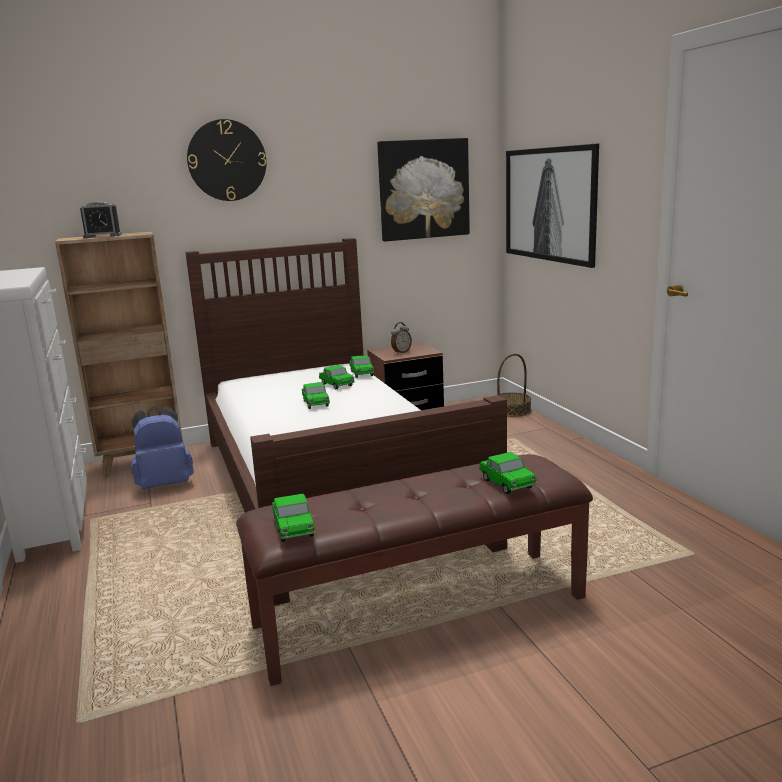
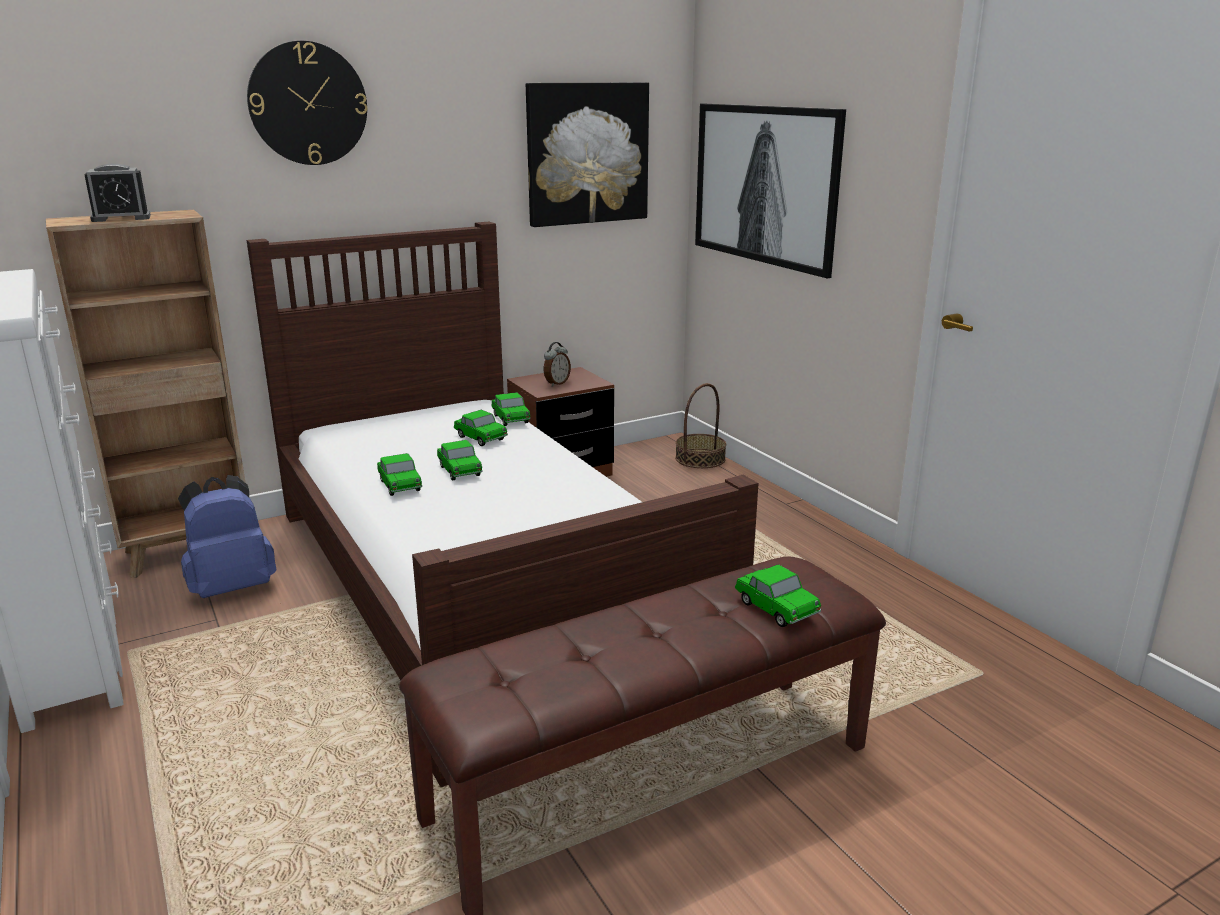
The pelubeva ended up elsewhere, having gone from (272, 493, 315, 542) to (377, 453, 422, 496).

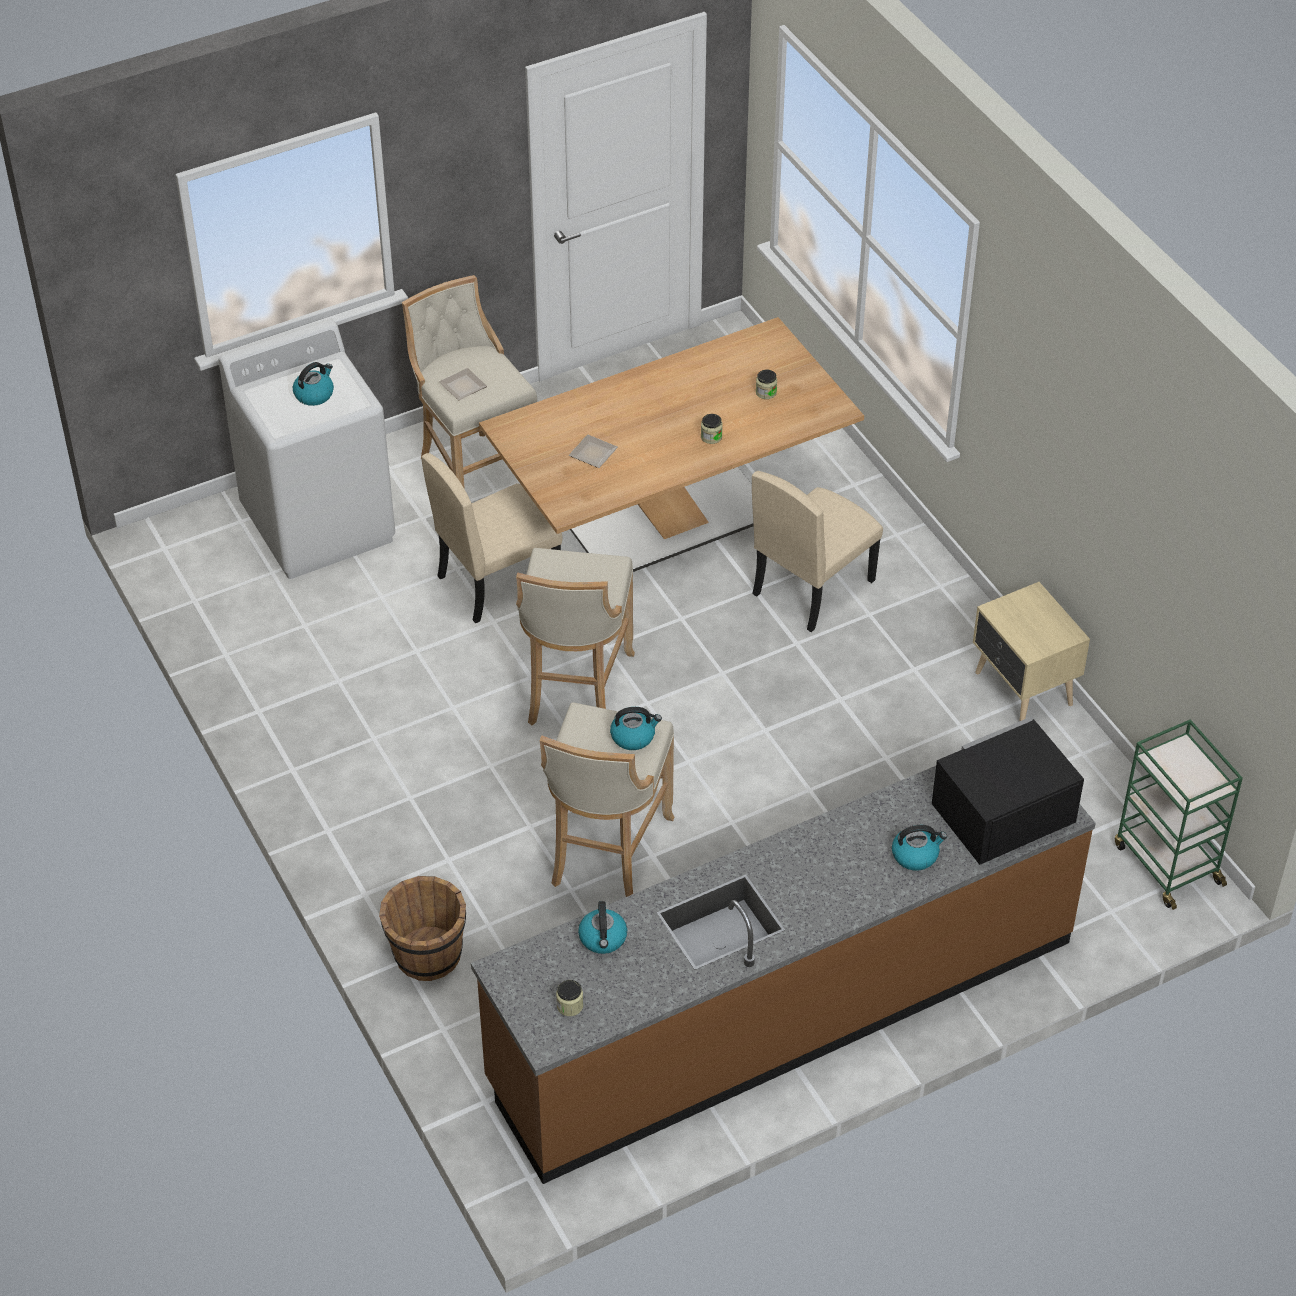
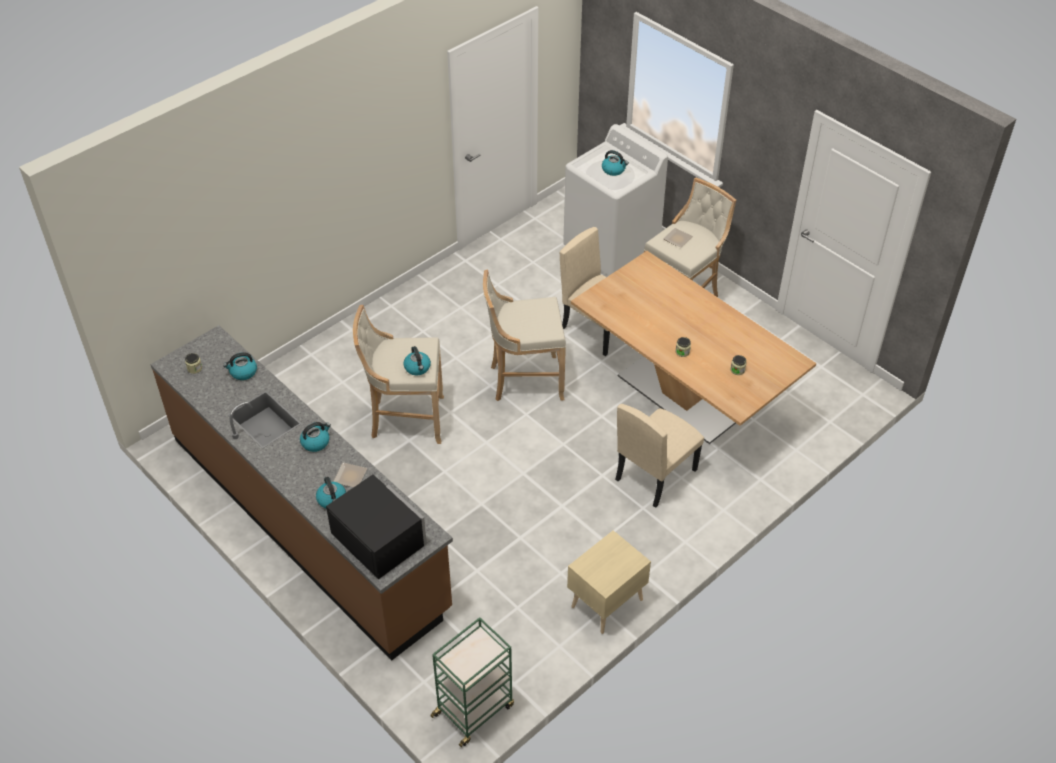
The second view lost the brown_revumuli at (379, 876, 466, 981).
The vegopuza ended up elsewhere, having gone from (569, 435, 618, 468) to (333, 463, 367, 487).
The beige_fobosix at (752, 471, 883, 632) ended up facing another way, 75 degrees counterclockwise from before.
The second view gained the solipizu at (300, 422, 331, 452).

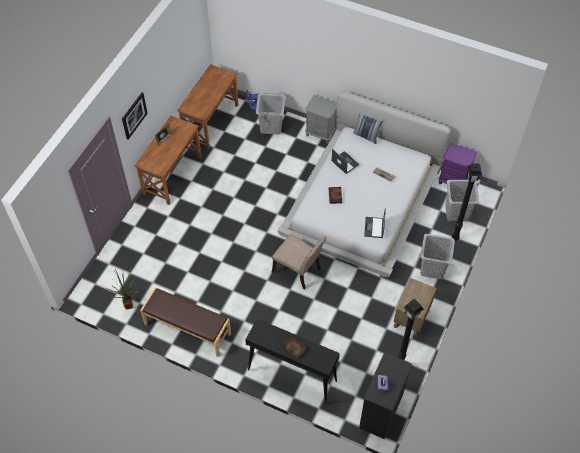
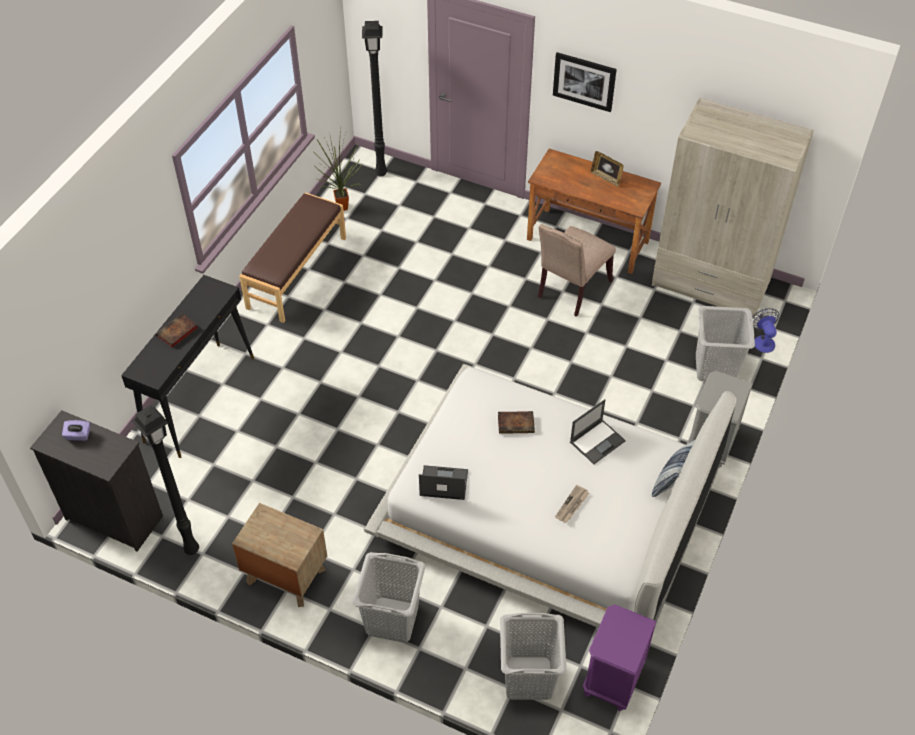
Where the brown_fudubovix stood at (177, 64, 238, 150), the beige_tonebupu came to stand at (652, 98, 814, 319).
The beige_fobosix ended up elsewhere, having gone from (271, 234, 327, 290) to (538, 224, 616, 317).
The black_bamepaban ended up elsewhere, having gone from (452, 163, 482, 241) to (362, 21, 387, 177).

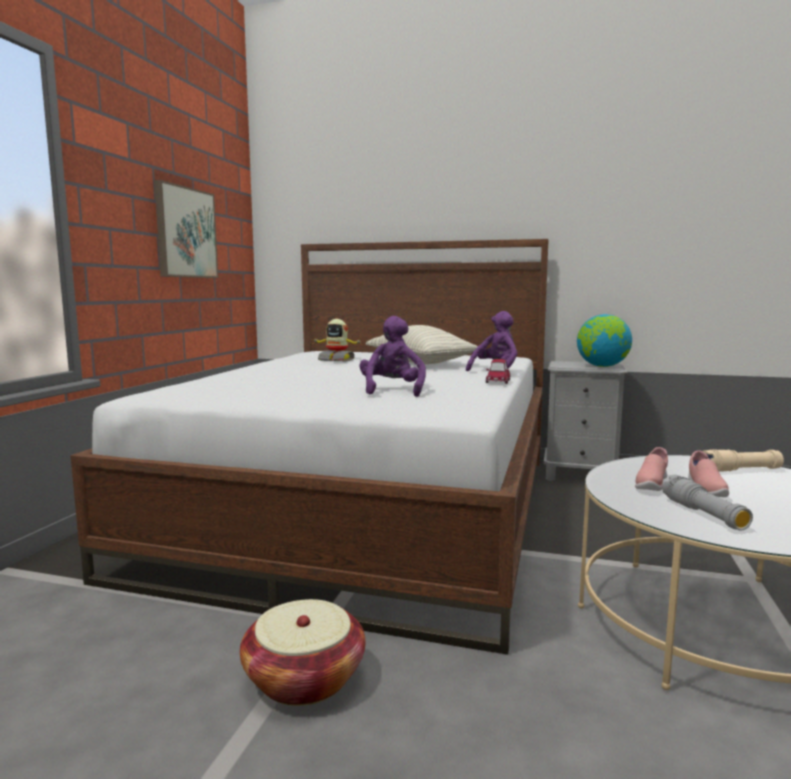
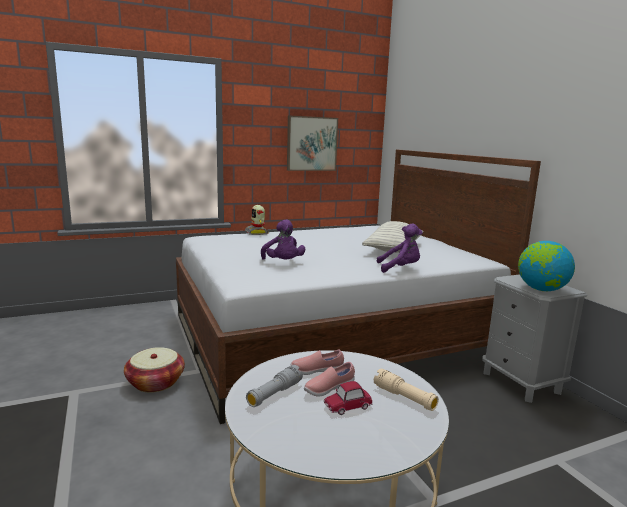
The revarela ended up elsewhere, having gone from (312, 319, 363, 362) to (245, 205, 269, 235).
The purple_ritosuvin at (360, 316, 426, 397) ended up facing another way, 105 degrees clockwise from before.
The pelubeva ended up elsewhere, having gone from (486, 359, 510, 384) to (324, 381, 373, 415).

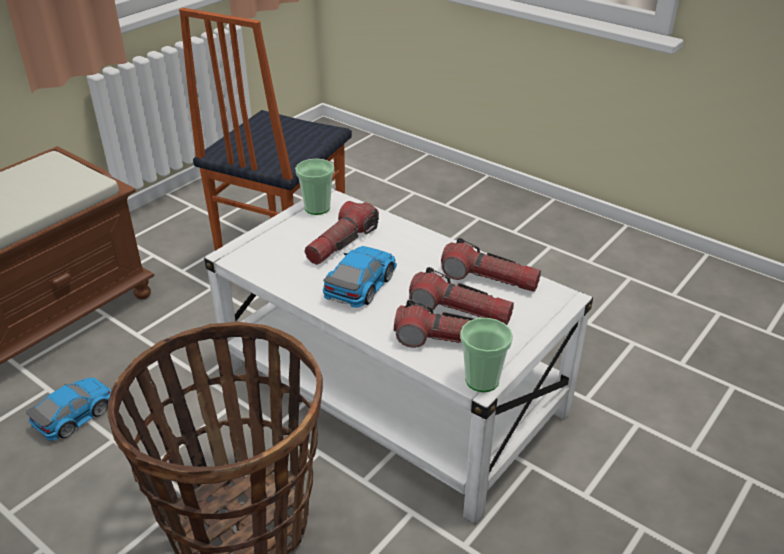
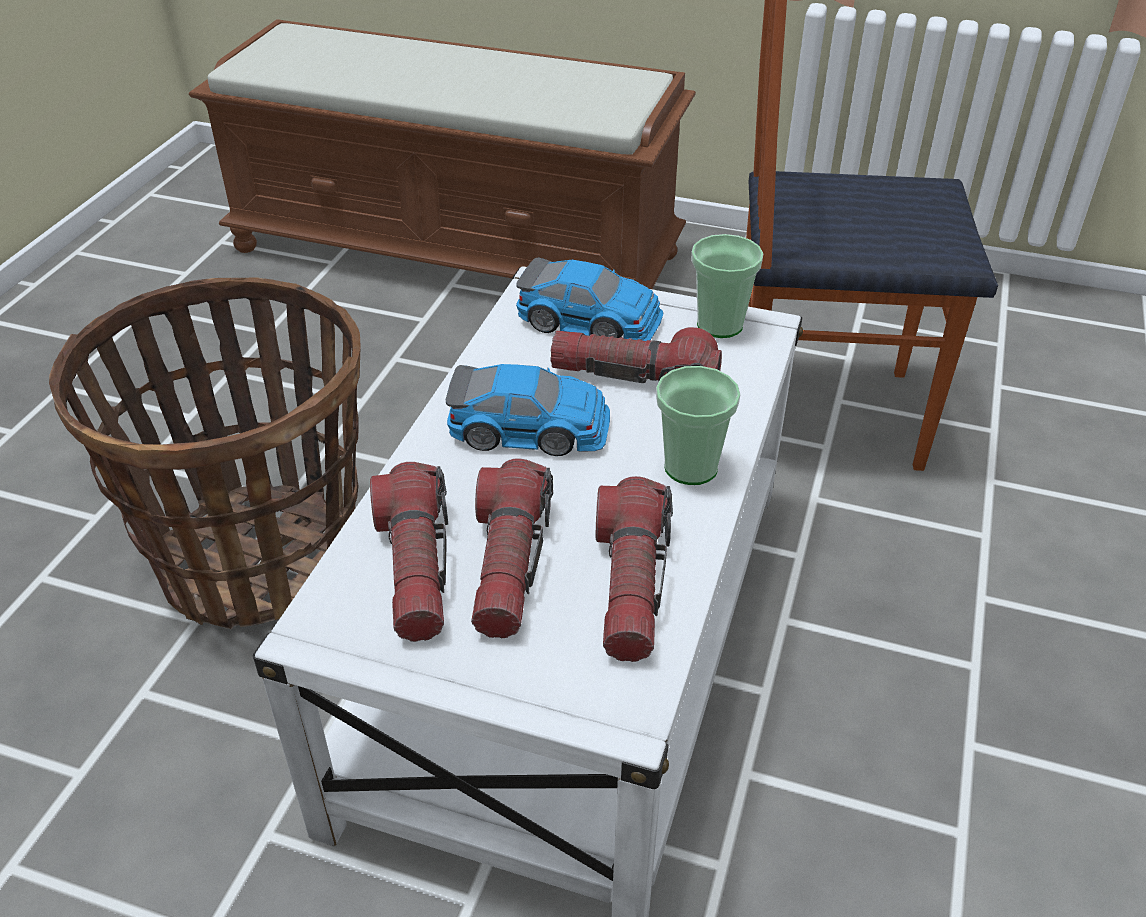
The pelubeva ended up elsewhere, having gone from (26, 377, 111, 441) to (516, 258, 663, 341).
The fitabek ended up elsewhere, having gone from (460, 318, 513, 392) to (656, 366, 740, 485).

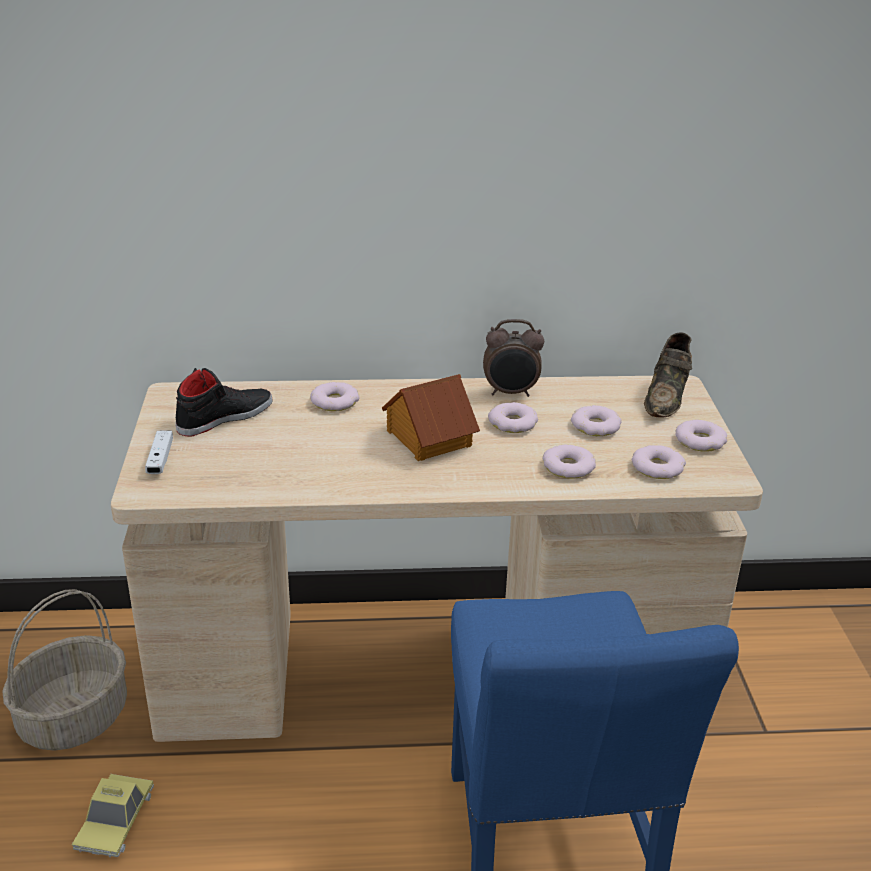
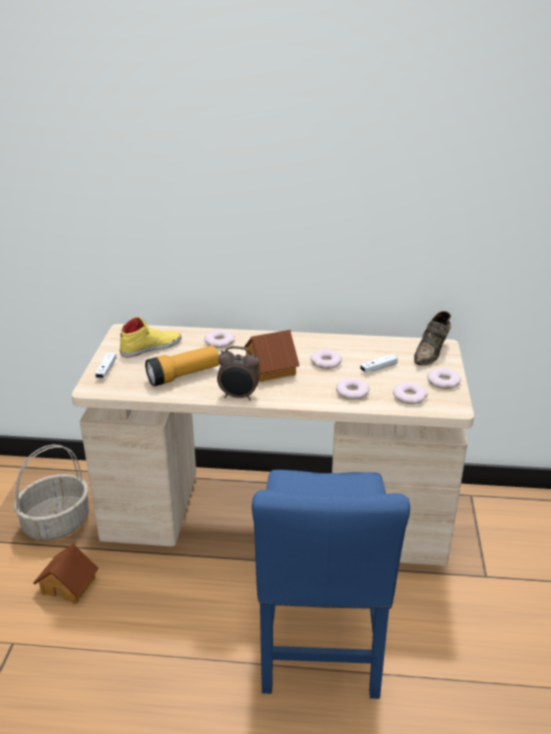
Where the pelubeva stood at (72, 774, 154, 857), the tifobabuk came to stand at (33, 543, 99, 604).
What was the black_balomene at (175, 368, 273, 436) turned into the yellow_balomene at (120, 316, 181, 358).
The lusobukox ended up elsewhere, having gone from (483, 319, 544, 397) to (217, 346, 260, 400).
Where the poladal stood at (571, 405, 622, 436), the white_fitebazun came to stand at (360, 354, 398, 372).
The second view gained the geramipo at (145, 346, 219, 386).

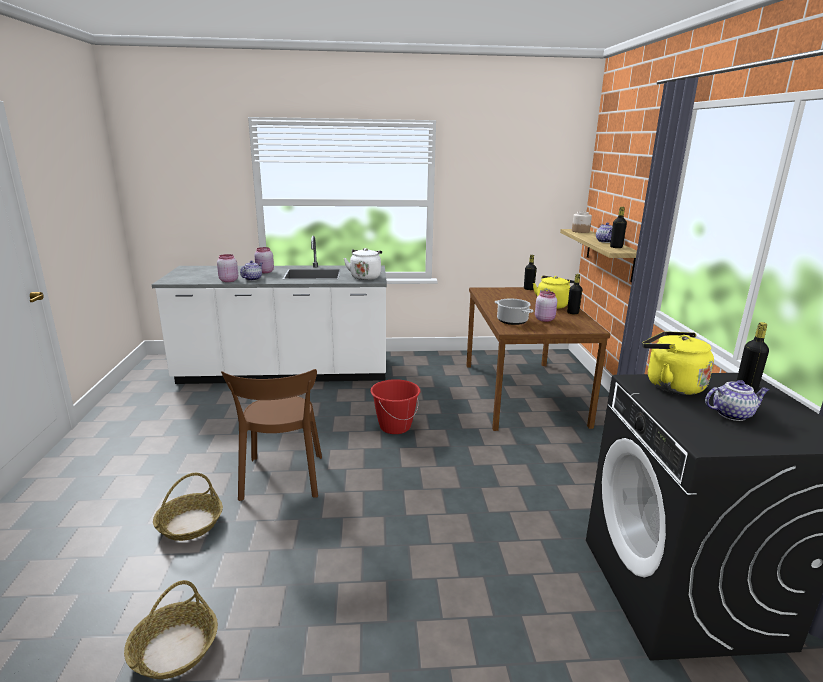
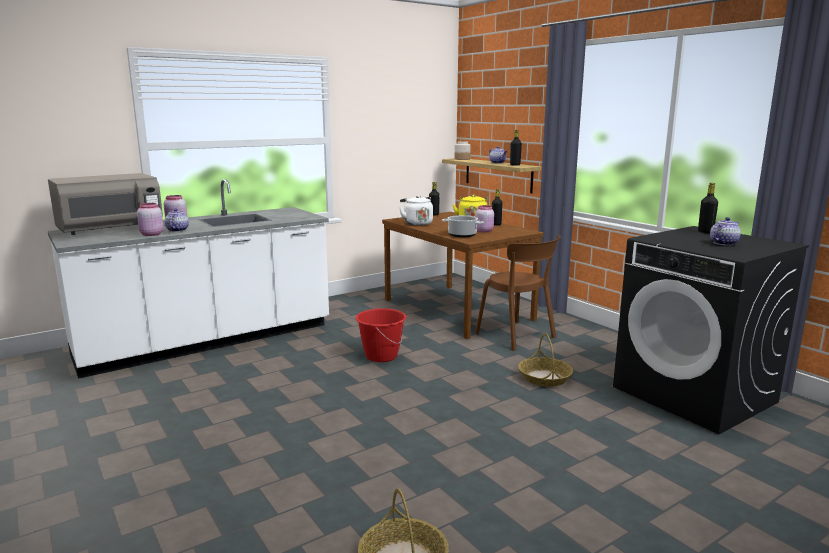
The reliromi ended up elsewhere, having gone from (153, 473, 223, 541) to (518, 333, 573, 387).
The brown_fobosix ended up elsewhere, having gone from (221, 369, 322, 501) to (475, 235, 560, 351).
The white_solipizu ended up elsewhere, having gone from (344, 248, 382, 280) to (399, 196, 433, 226).
The second view lost the yellow_solipizu at (642, 331, 714, 395).
The second view gained the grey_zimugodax at (48, 173, 163, 235).

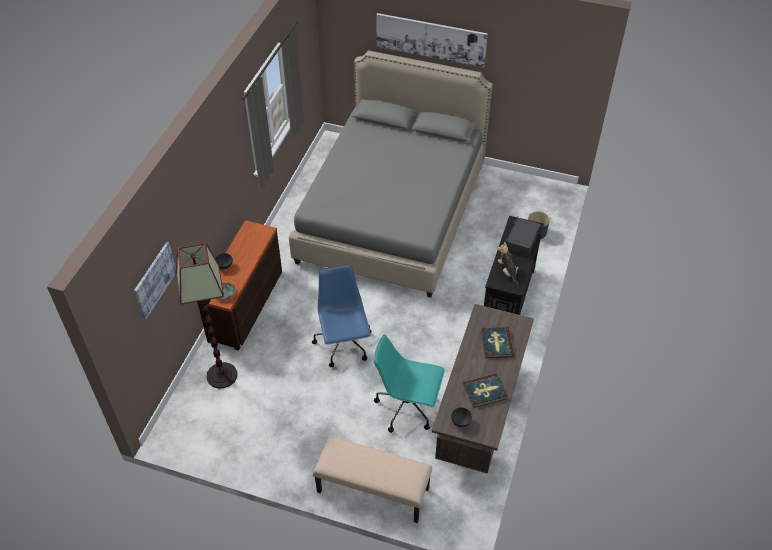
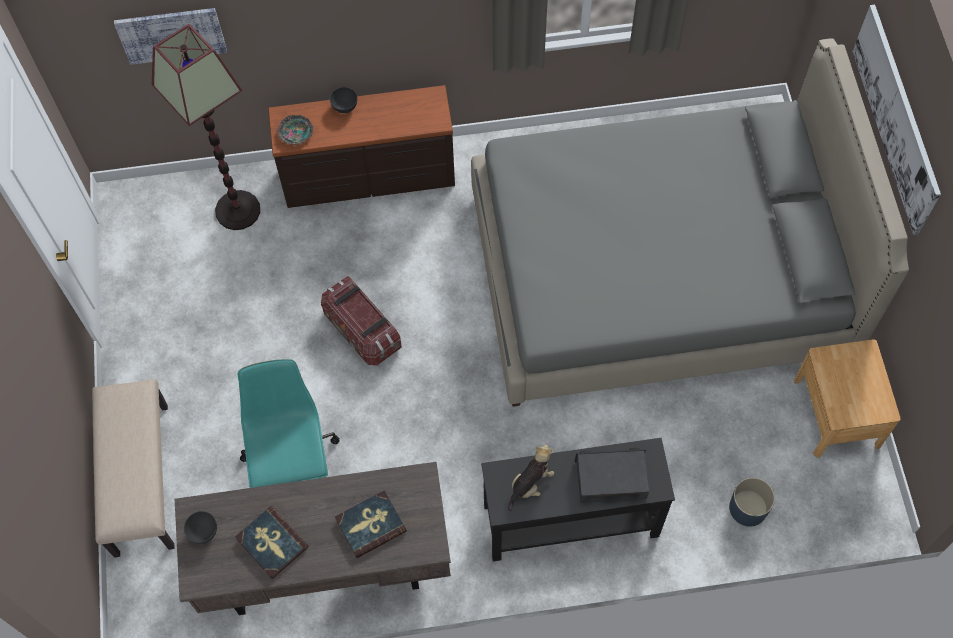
Where the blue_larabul stood at (312, 265, 371, 367), the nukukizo came to stand at (321, 276, 402, 366).
The second view gained the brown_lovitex at (794, 339, 901, 457).

